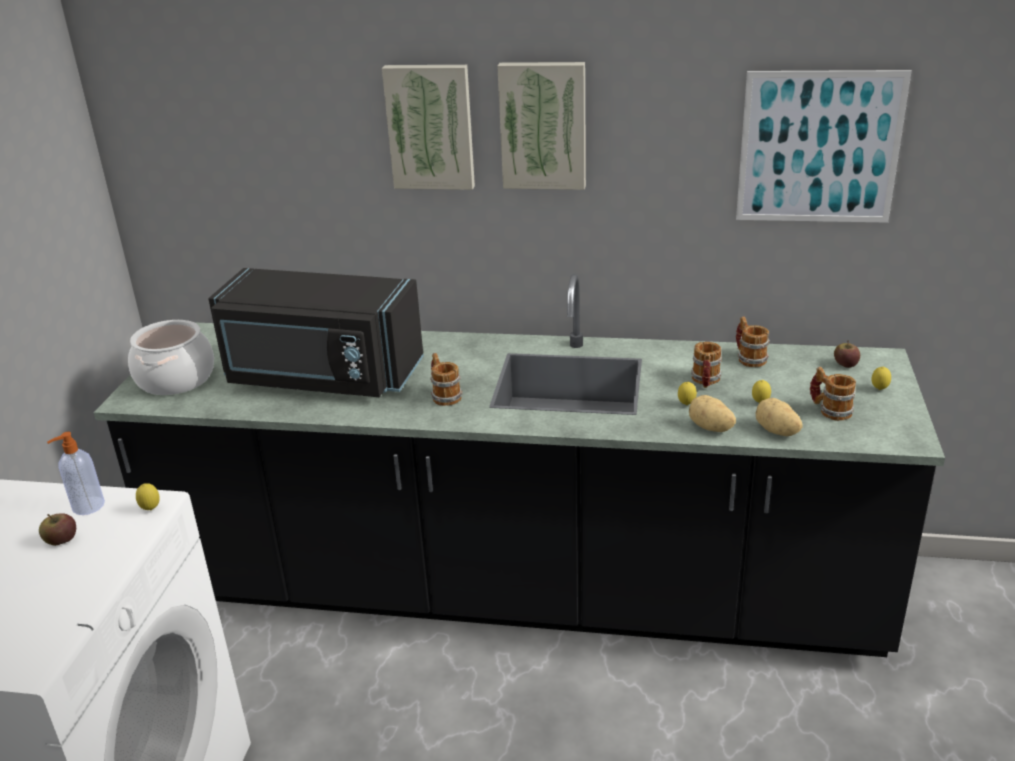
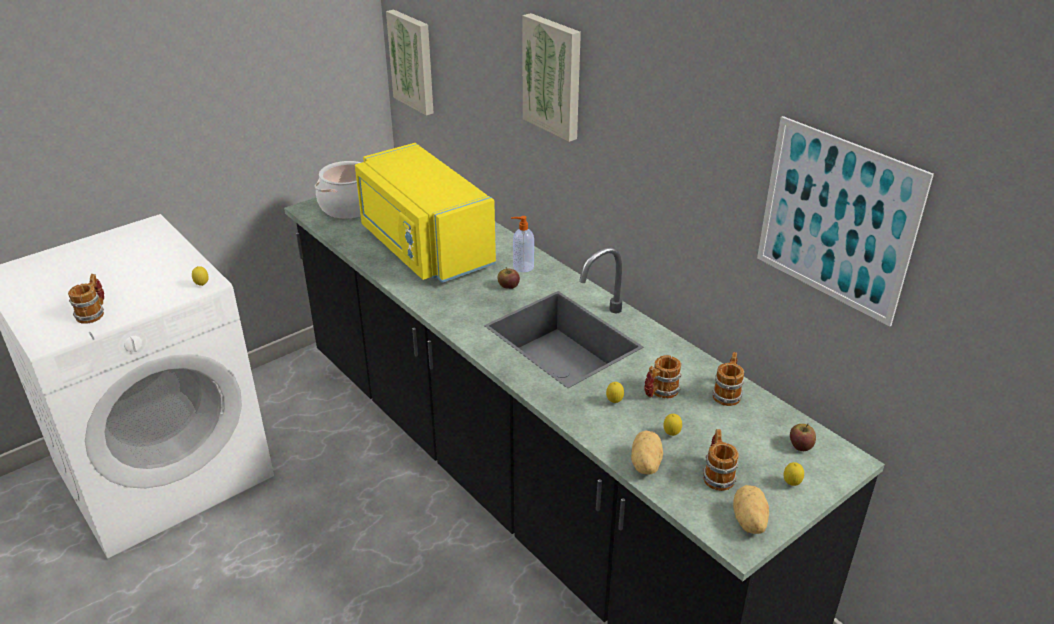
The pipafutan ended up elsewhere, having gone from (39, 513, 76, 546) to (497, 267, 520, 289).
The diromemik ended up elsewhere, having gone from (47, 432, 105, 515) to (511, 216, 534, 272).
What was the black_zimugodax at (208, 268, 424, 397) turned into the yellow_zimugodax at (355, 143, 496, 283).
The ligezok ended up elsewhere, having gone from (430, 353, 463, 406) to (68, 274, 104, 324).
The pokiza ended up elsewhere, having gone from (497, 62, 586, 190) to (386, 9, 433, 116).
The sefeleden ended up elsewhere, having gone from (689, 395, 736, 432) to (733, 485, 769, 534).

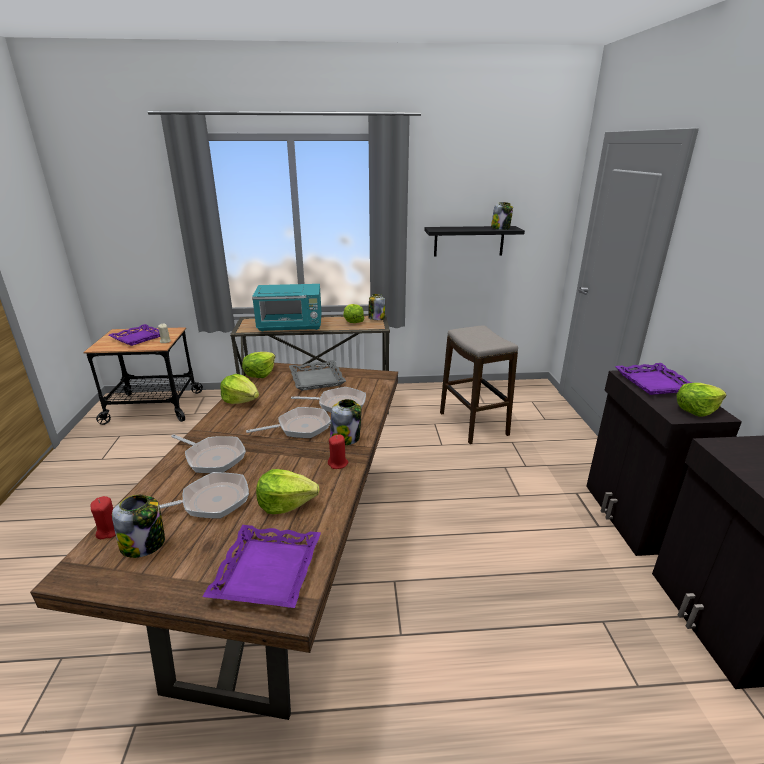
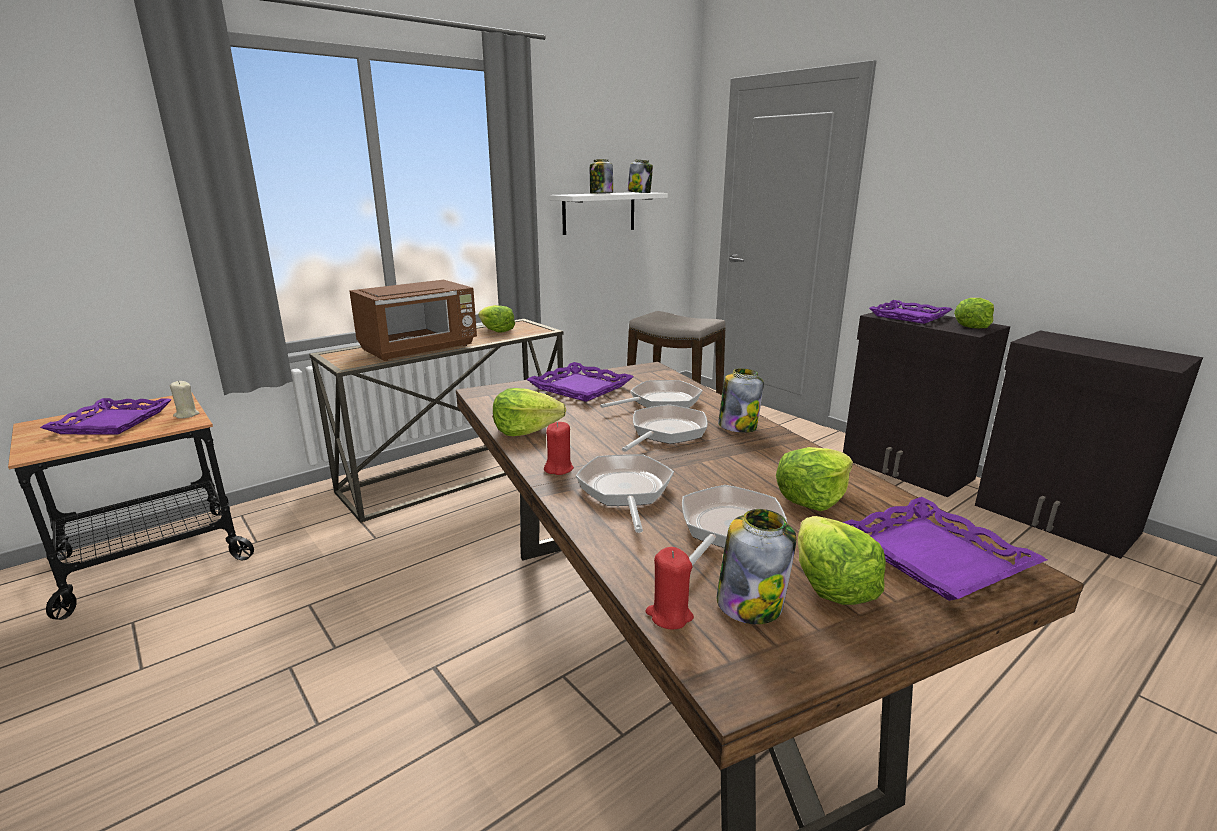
The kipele at (171, 434, 246, 473) ended up facing another way, 90 degrees counterclockwise from before.
The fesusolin ended up elsewhere, having gone from (242, 352, 275, 378) to (798, 516, 886, 605).
What was the turquoise_zimugodax at (252, 284, 322, 332) turned into the brown_zimugodax at (349, 280, 477, 361).
What was the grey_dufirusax at (289, 360, 346, 391) turned into the purple_dufirusax at (526, 362, 634, 402).
The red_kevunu ended up elsewhere, having gone from (328, 434, 348, 469) to (544, 422, 574, 475).
The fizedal ended up elsewhere, having gone from (368, 294, 385, 320) to (590, 159, 613, 194).
What was the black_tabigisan at (424, 226, 525, 256) turned into the white_tabigisan at (550, 192, 668, 235).

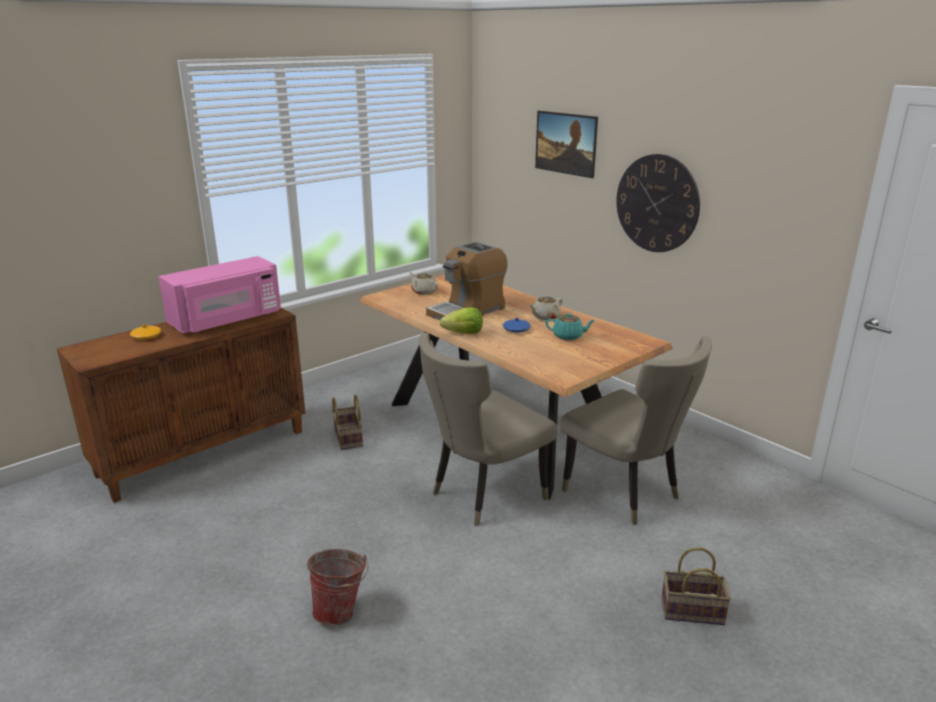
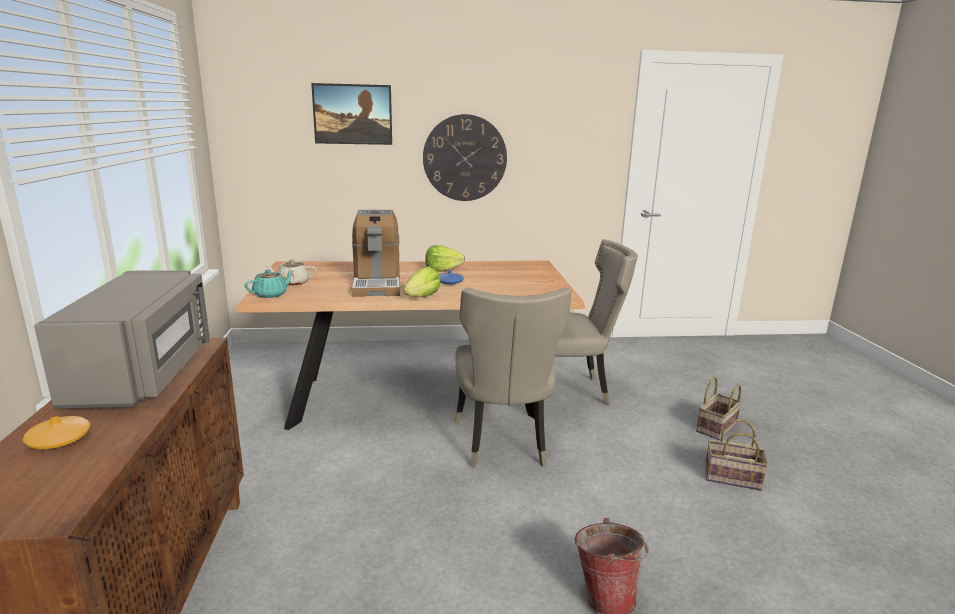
What was the pink_zimugodax at (158, 256, 281, 334) turned into the grey_zimugodax at (34, 270, 210, 409).
The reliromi ended up elsewhere, having gone from (332, 394, 363, 450) to (705, 419, 768, 491).
Where the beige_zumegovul stood at (529, 295, 563, 320), the fesusolin came to stand at (425, 245, 465, 272).
The turquoise_zumegovul ended up elsewhere, having gone from (545, 313, 595, 340) to (245, 269, 294, 298).

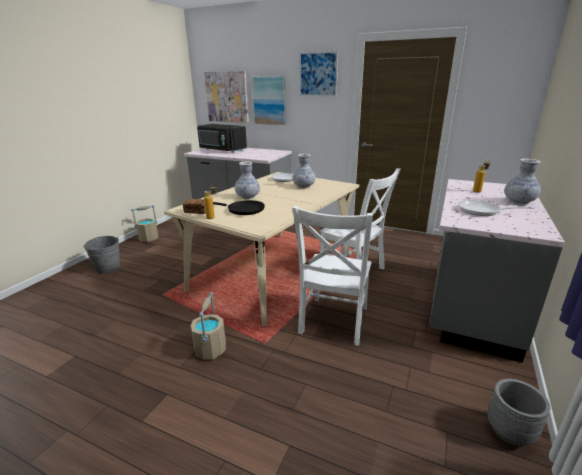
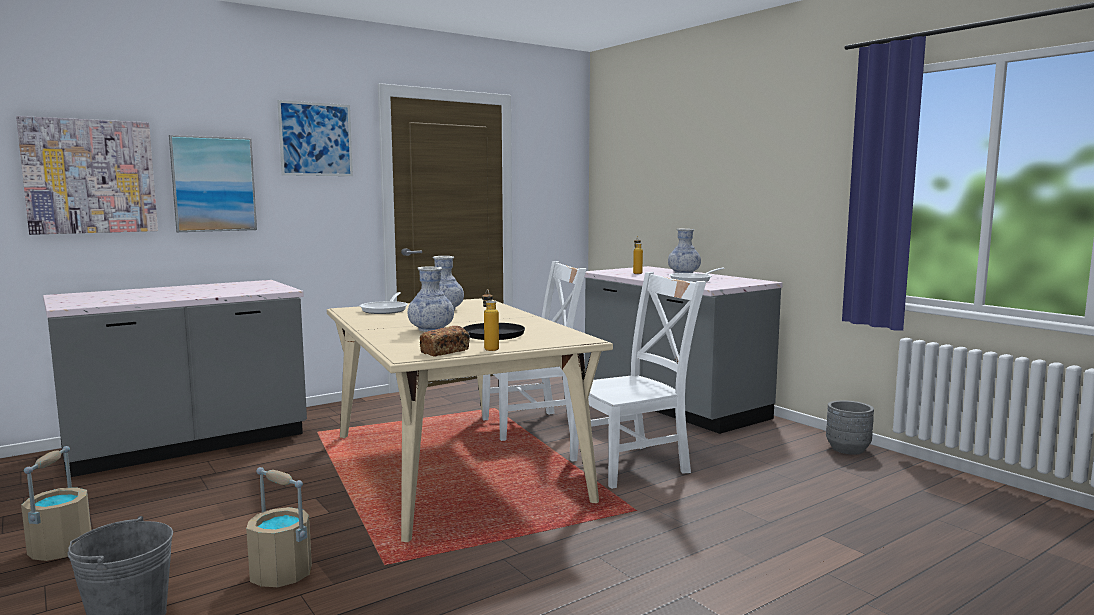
The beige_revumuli ended up elsewhere, having gone from (191, 292, 226, 360) to (246, 467, 312, 587).
The second view lost the black_zimugodax at (197, 124, 247, 153).
The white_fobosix at (292, 206, 373, 346) ended up facing another way, 75 degrees counterclockwise from before.

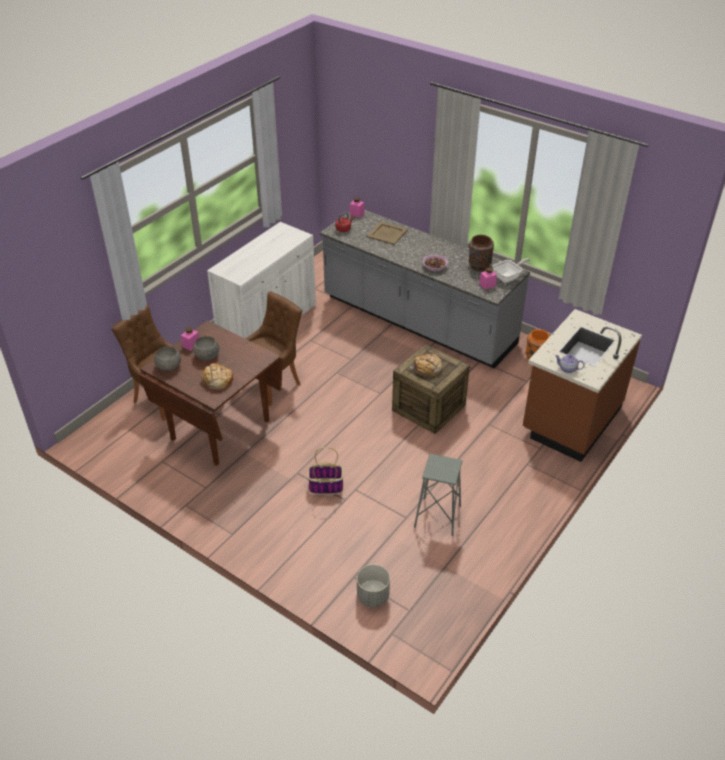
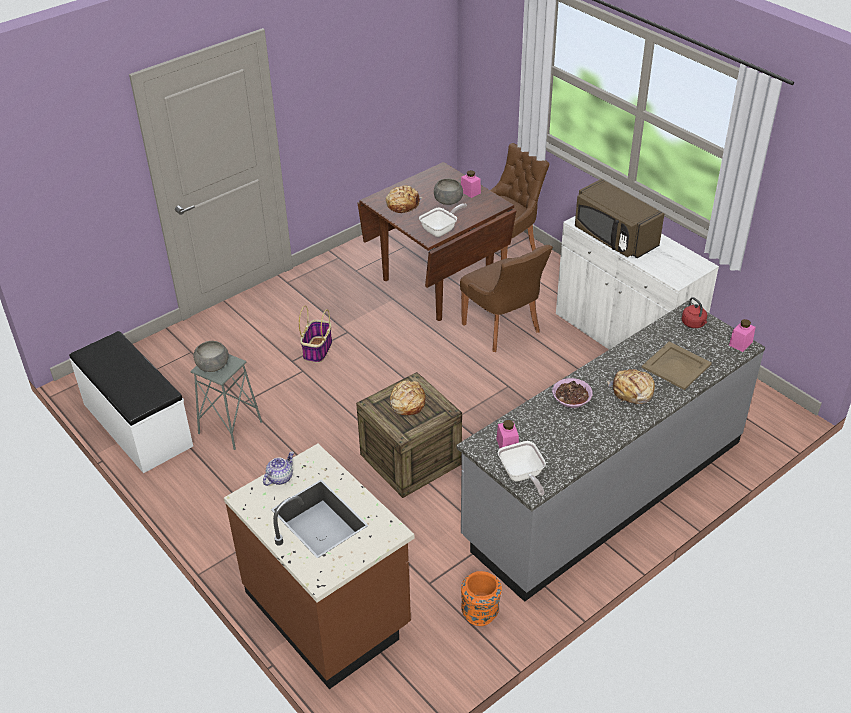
The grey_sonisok ended up elsewhere, having gone from (154, 347, 181, 371) to (193, 341, 229, 372).
The second view lost the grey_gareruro at (357, 564, 390, 607).
The second view lost the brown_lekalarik at (469, 235, 494, 271).
The second view gained the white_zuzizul at (69, 331, 193, 473).
The second view gained the kipele at (419, 203, 467, 237).
The second view gained the brown_zimugodax at (575, 179, 664, 258).
The second view gained the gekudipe at (607, 369, 655, 404).

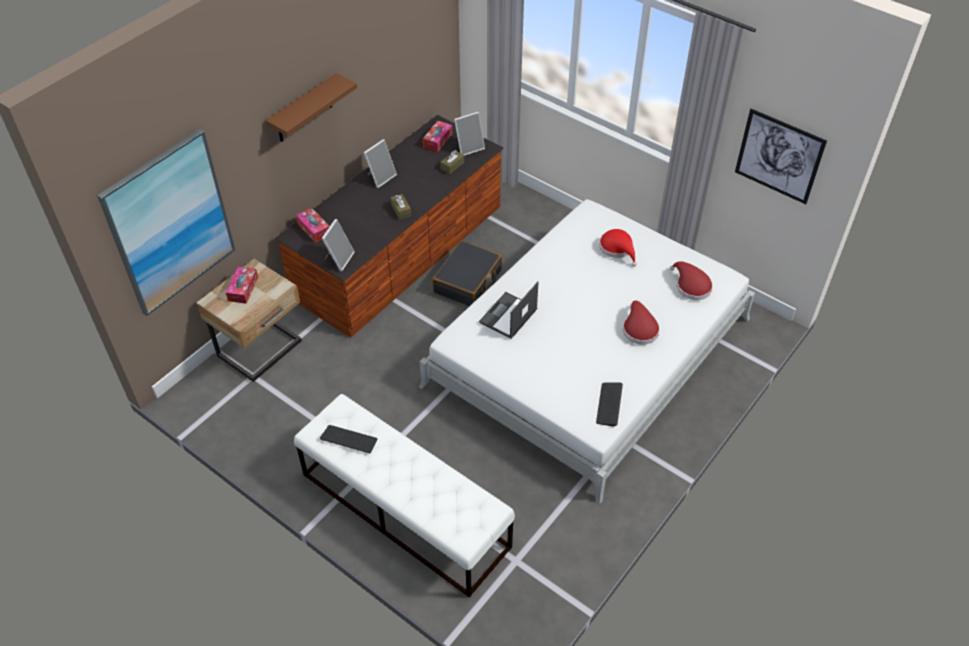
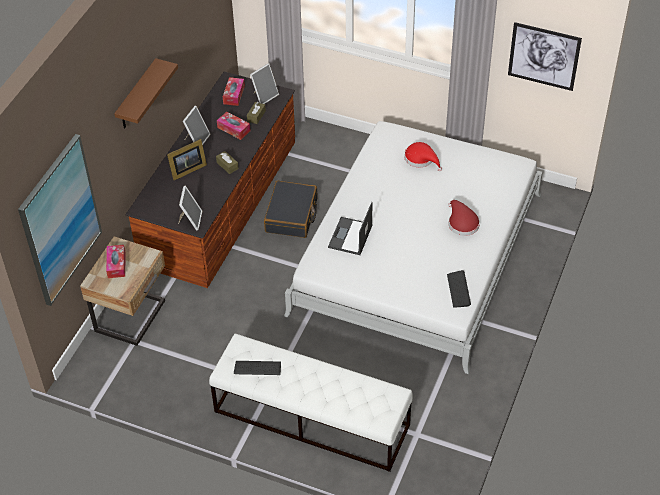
The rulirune ended up elsewhere, having gone from (296, 208, 330, 243) to (217, 112, 251, 140).
The second view lost the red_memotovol at (670, 261, 713, 300).
The second view gained the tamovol at (167, 139, 207, 180).

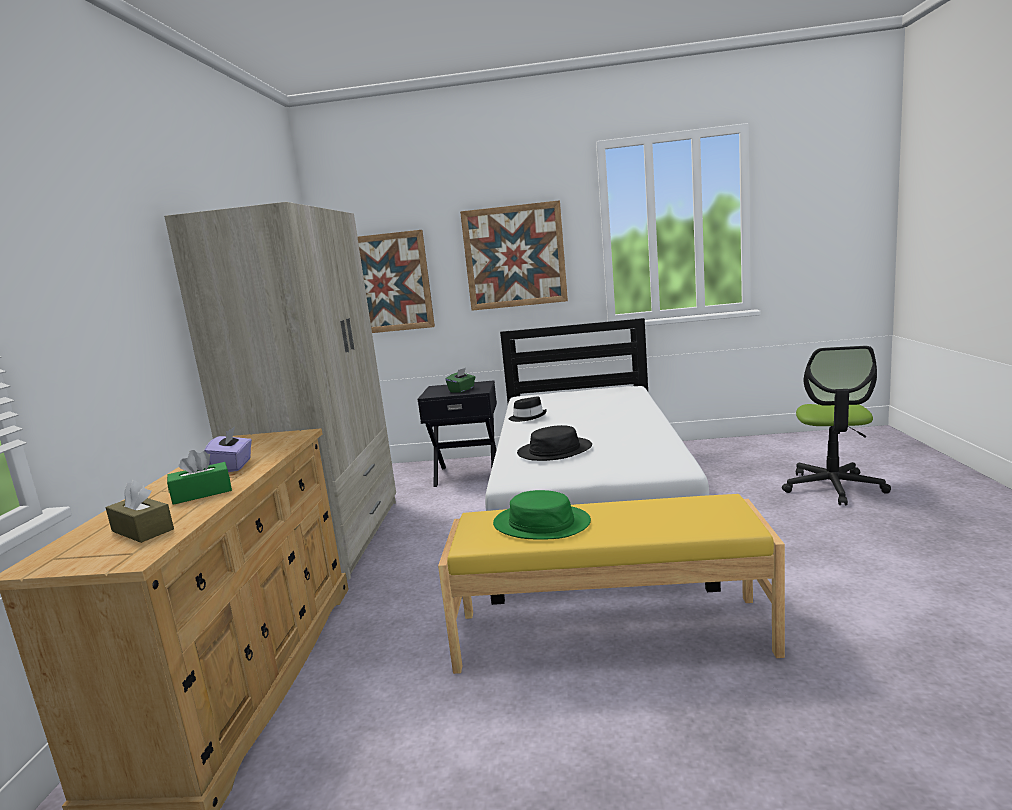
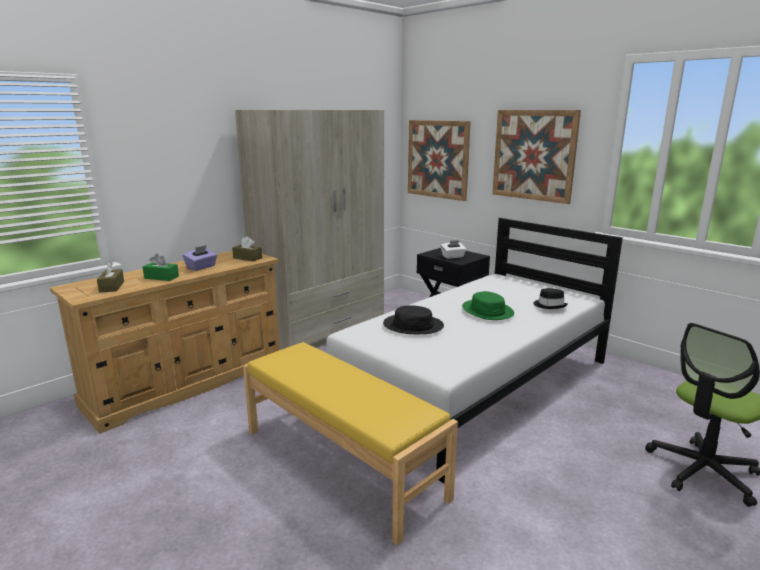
What was the green_rulirune at (445, 368, 475, 393) turned into the white_rulirune at (441, 240, 466, 259).
The green_memotovol ended up elsewhere, having gone from (493, 490, 591, 540) to (462, 291, 514, 320).
The black_memotovol ended up elsewhere, having gone from (509, 396, 547, 422) to (534, 288, 568, 309).
The second view gained the brown_rulirune at (232, 236, 262, 262).

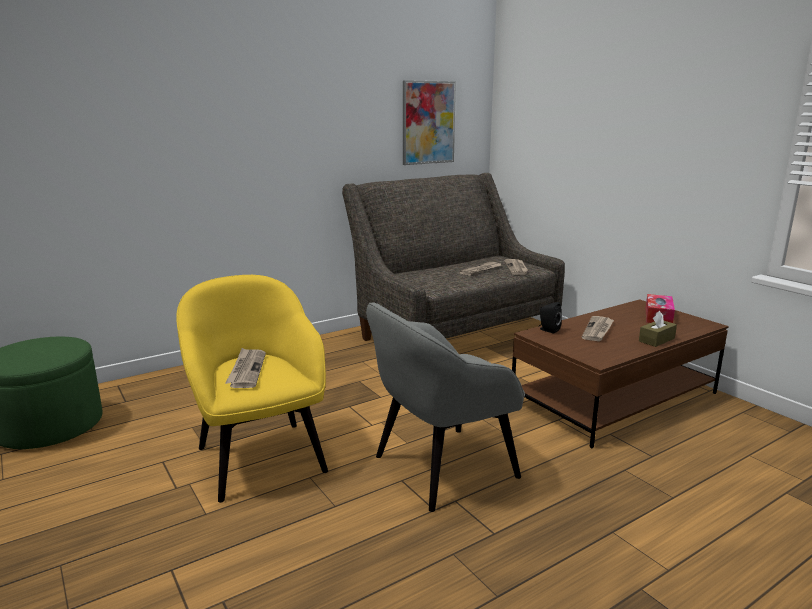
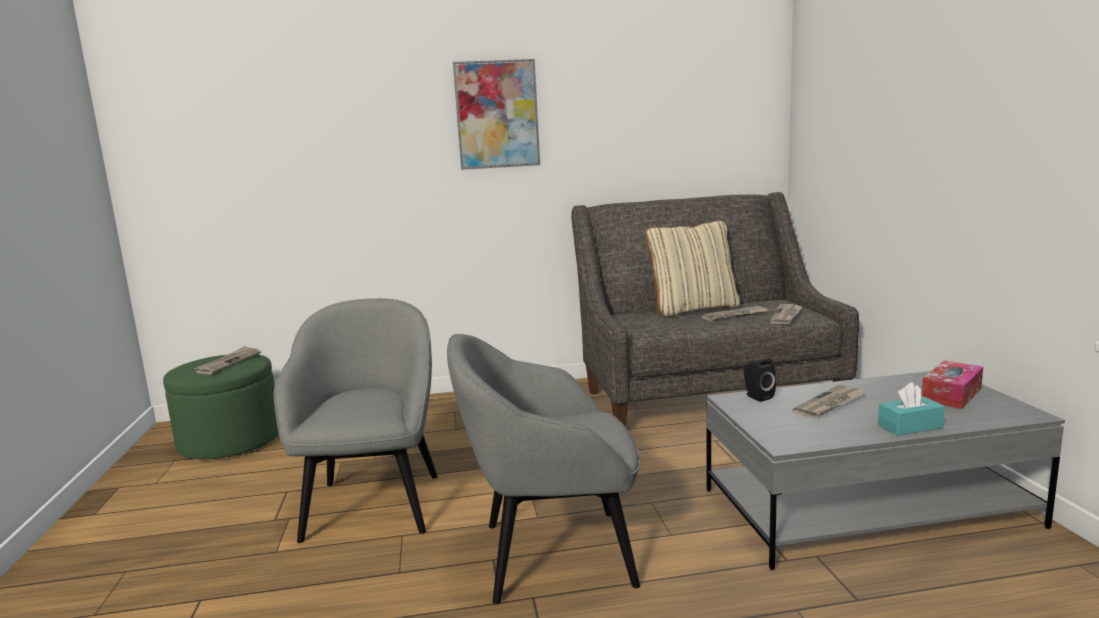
What was the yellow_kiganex at (176, 275, 328, 503) turned into the grey_kiganex at (274, 298, 438, 543).
The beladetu ended up elsewhere, having gone from (225, 348, 266, 388) to (194, 346, 261, 374).
The pokiza ended up elsewhere, having gone from (403, 80, 456, 165) to (453, 59, 540, 170).
What was the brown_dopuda at (512, 299, 729, 448) turned into the grey_dopuda at (706, 371, 1065, 570).
What was the brown_rulirune at (639, 311, 677, 347) turned into the turquoise_rulirune at (878, 382, 945, 436).
The second view gained the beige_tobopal at (646, 221, 740, 317).

